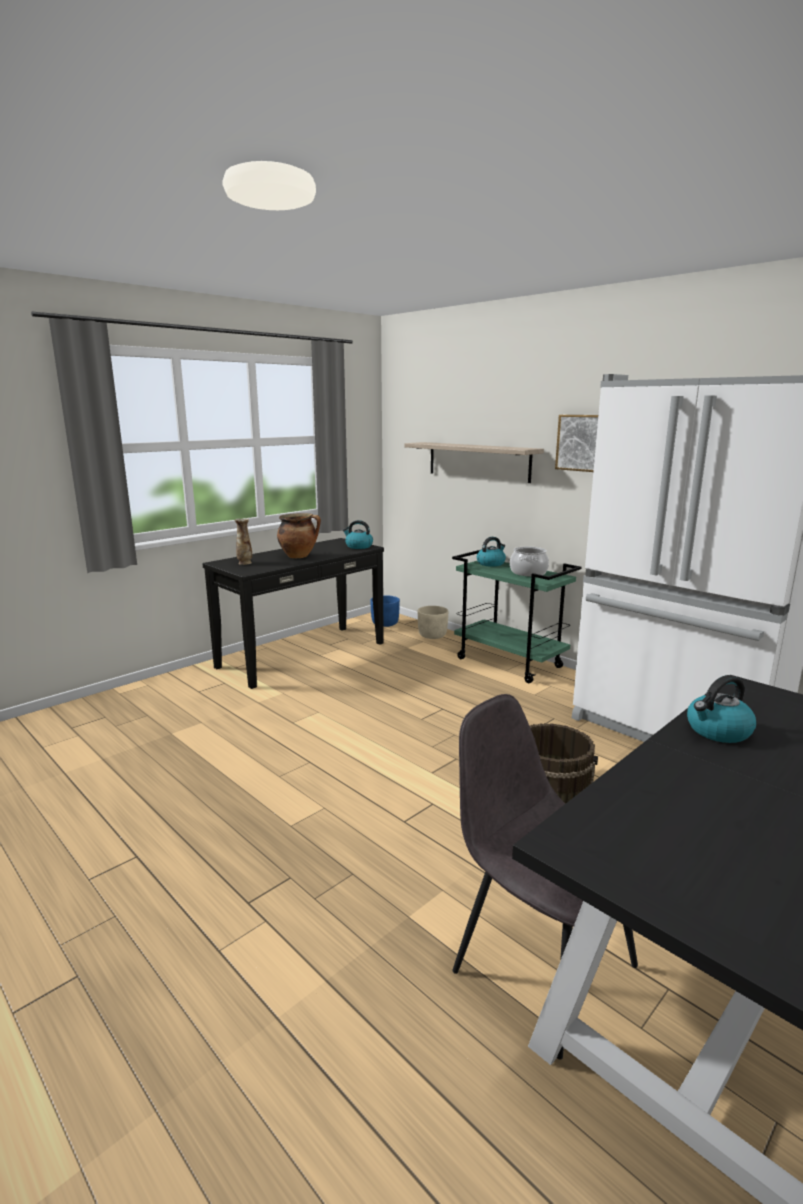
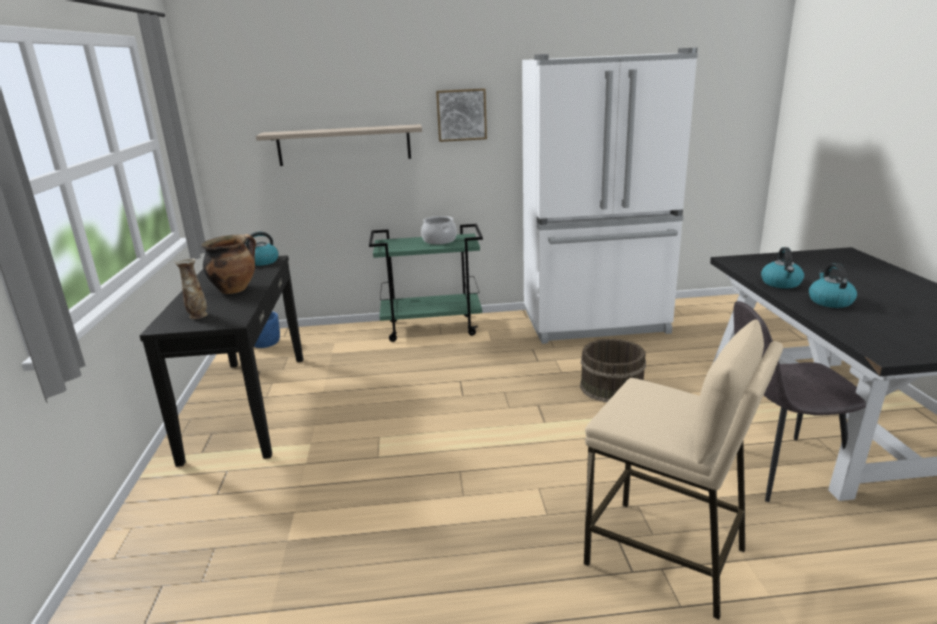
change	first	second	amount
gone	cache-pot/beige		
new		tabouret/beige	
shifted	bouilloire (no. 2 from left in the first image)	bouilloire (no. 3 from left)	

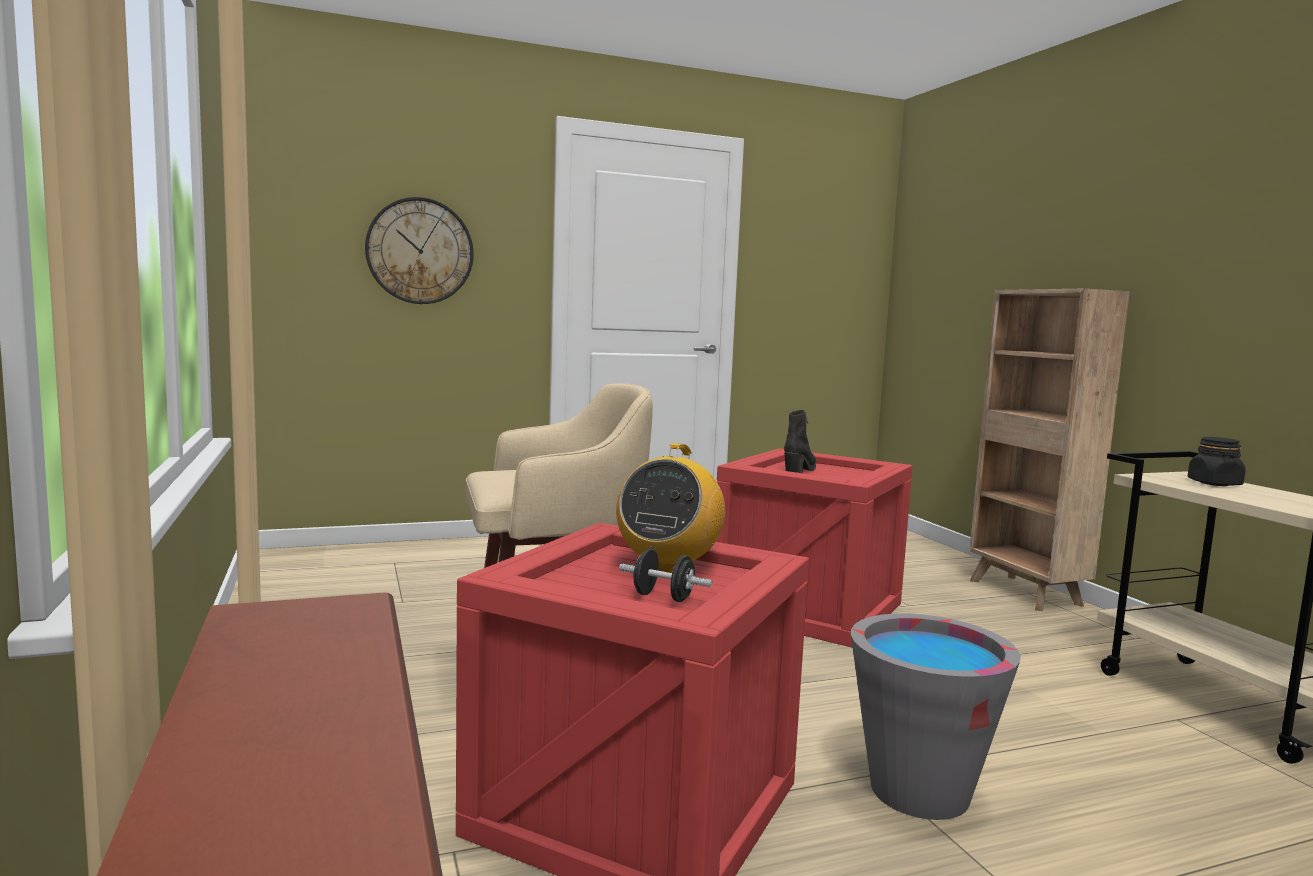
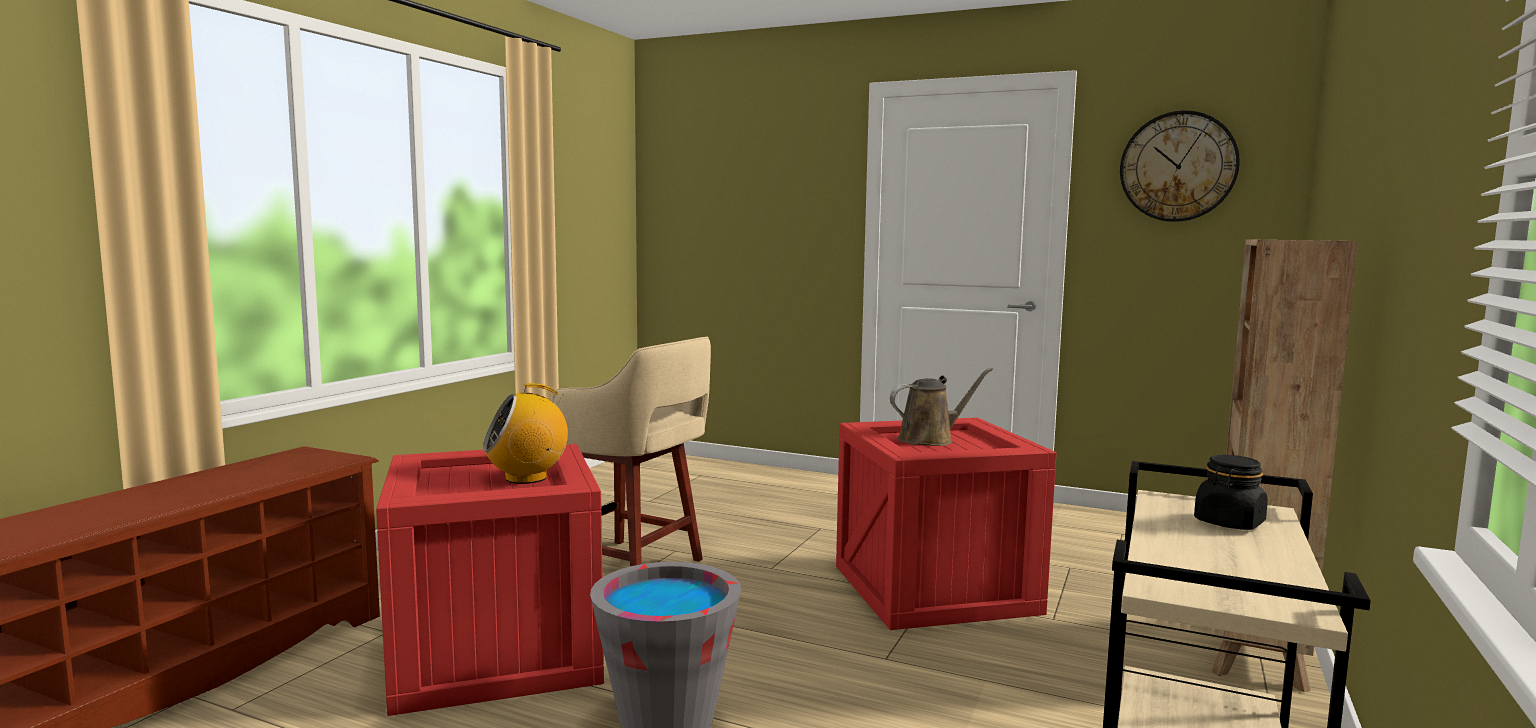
change	first	second	amount
gone	haltère/noir		
shifted	horloge murale		
swapped	botte/noir	arrosoir/marron	

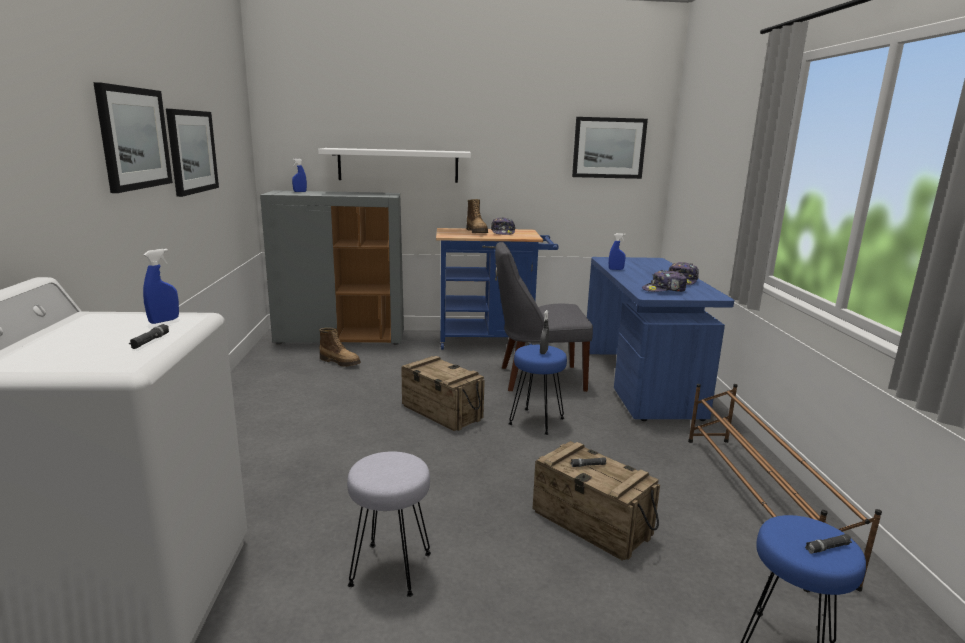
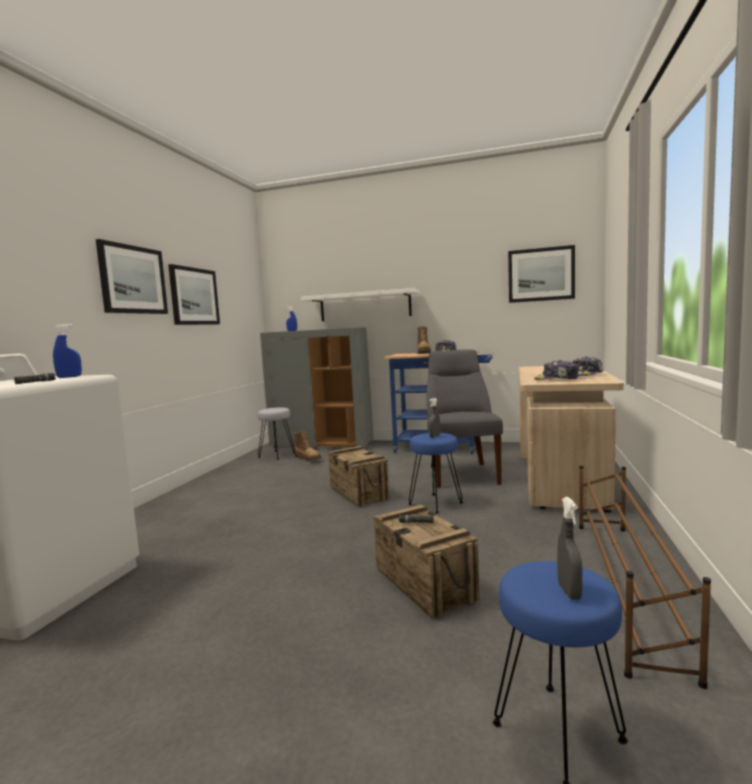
change	first	second	amount
gone	vaporisateur/bleu (no. 3 from left)		
shifted	tabouret/gris		
swapped	lampe de poche/noir (no. 3 from left)	vaporisateur/gris (no. 2 from left)	
repainted	bureau/bleu	bureau/beige	
rotated	chaise/gris		75 degrees clockwise

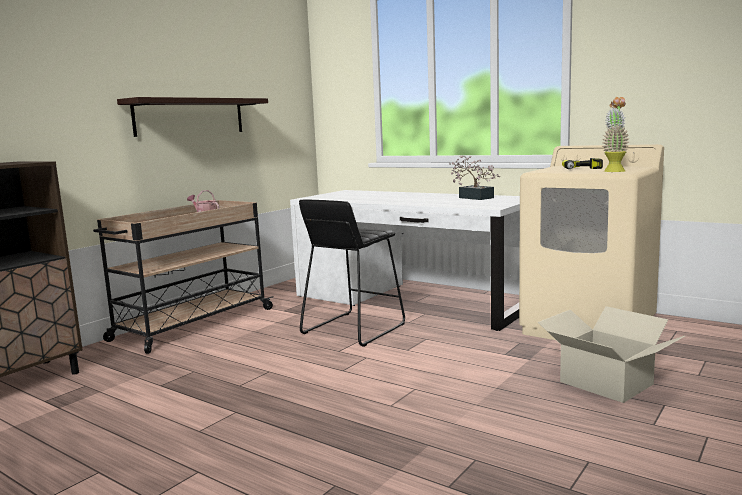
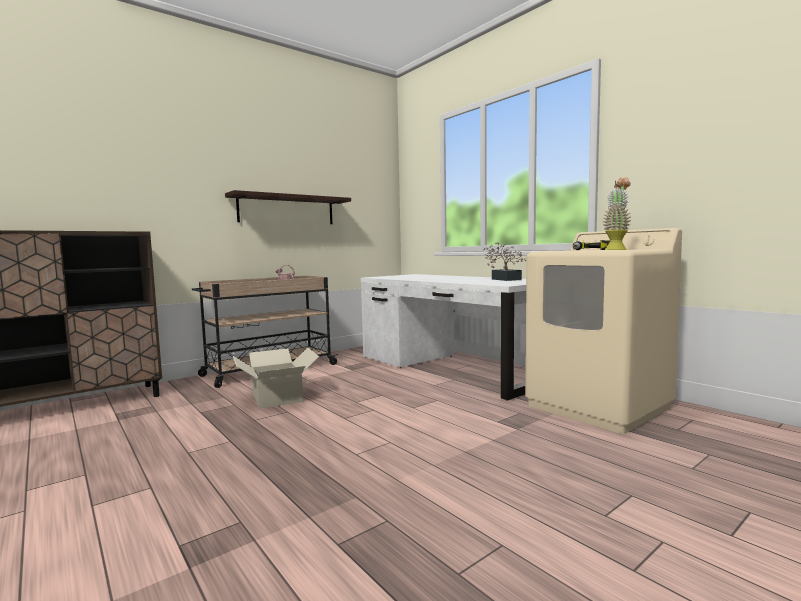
change	first	second	amount
gone	tabouret/noir		
shifted	carton		

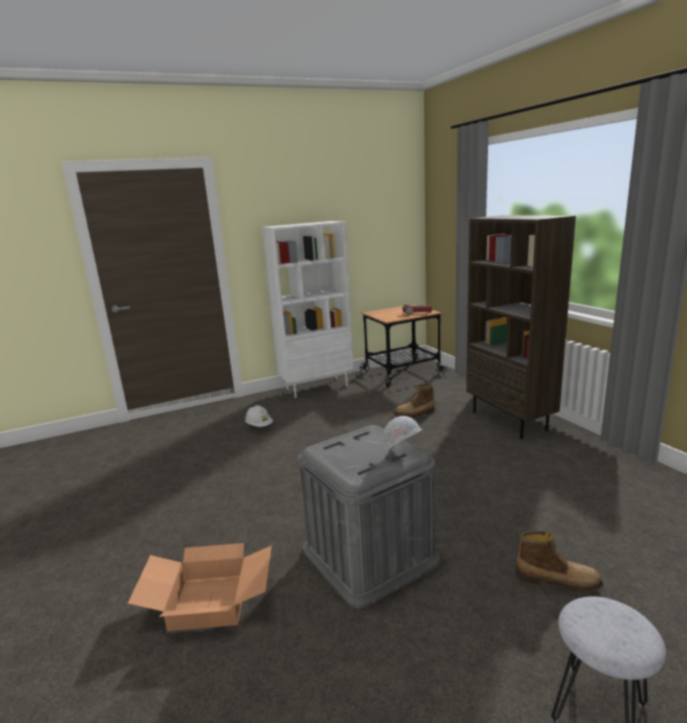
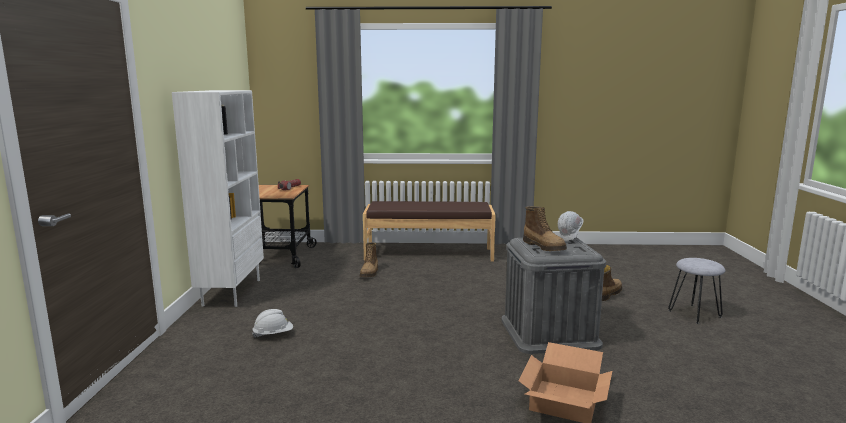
change	first	second	amount
new		botte (no. 2 from left)	
swapped	bibliothèque/marron	banc/marron	

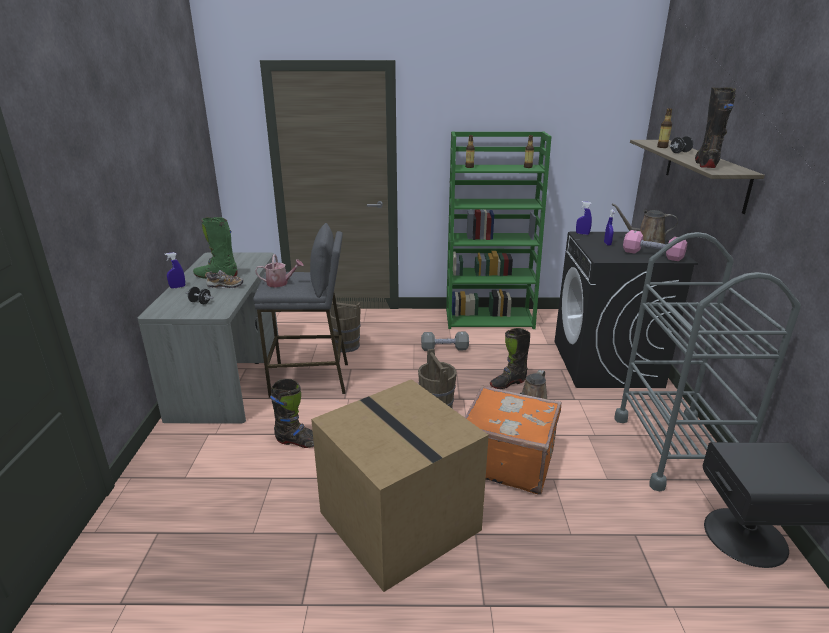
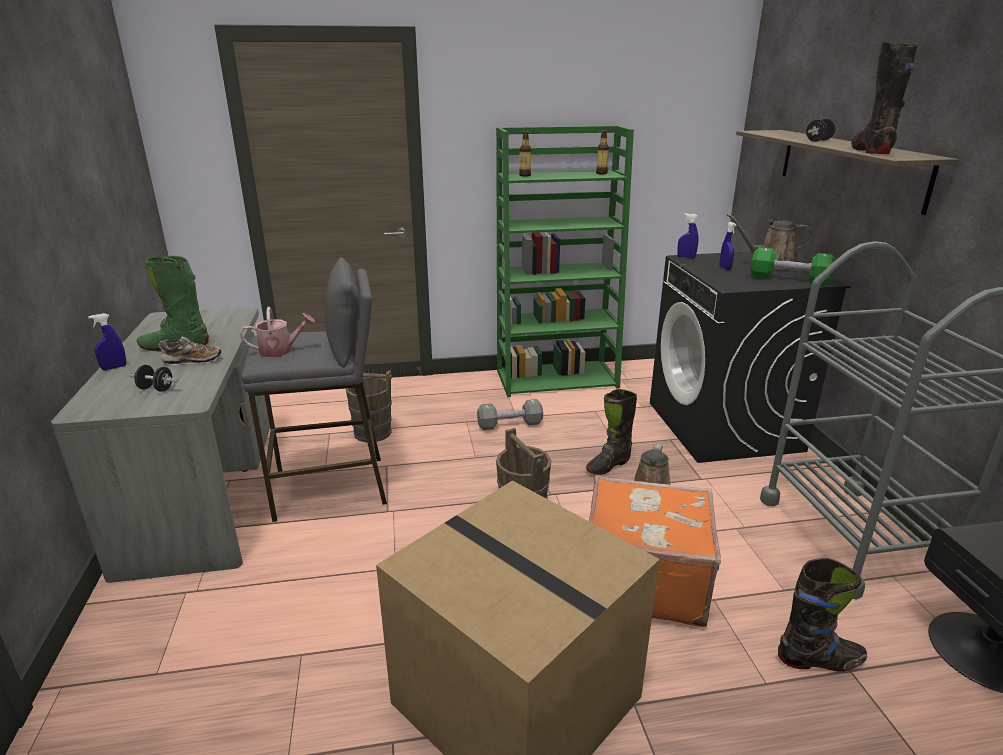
change	first	second	amount
gone	bouteille (no. 3 from left)		
shifted	botte/noir (no. 1 from left in the first image)	botte/noir (no. 2 from left)	
repainted	haltère/rose	haltère/vert	

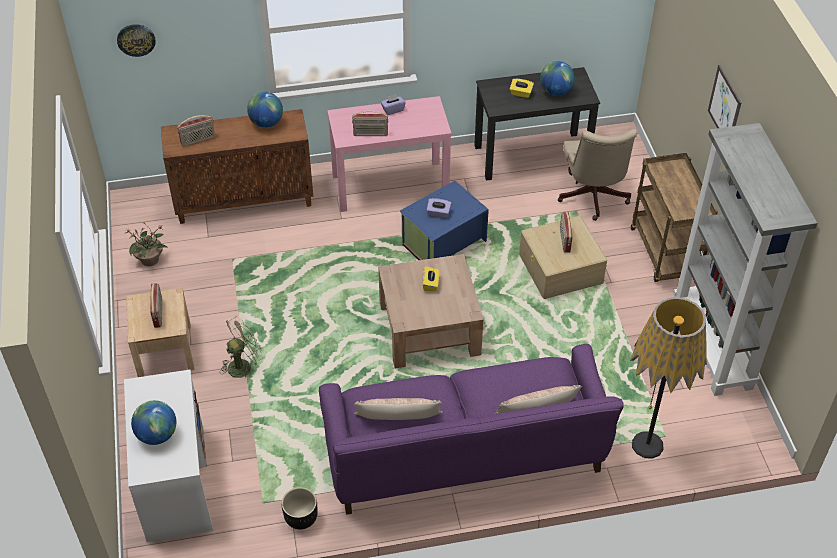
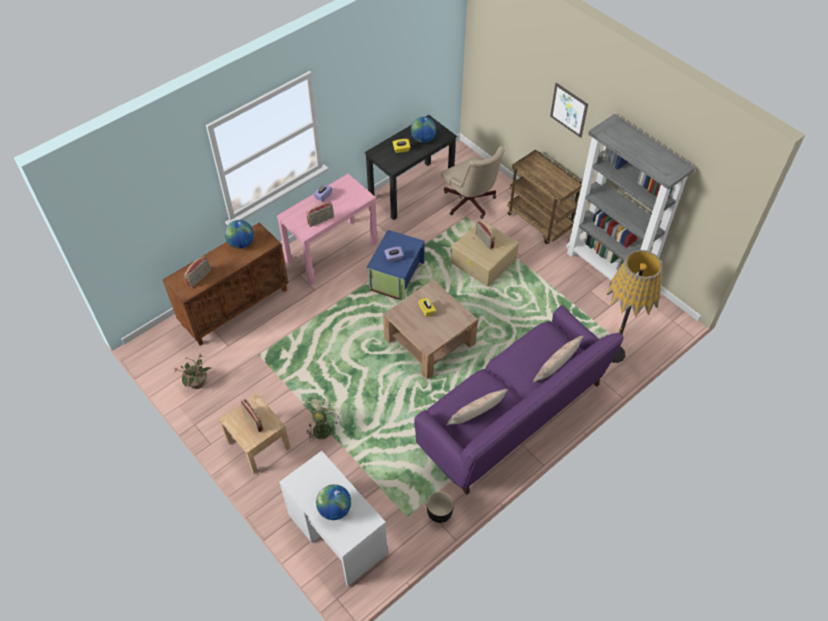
change	first	second	amount
gone	horloge murale		

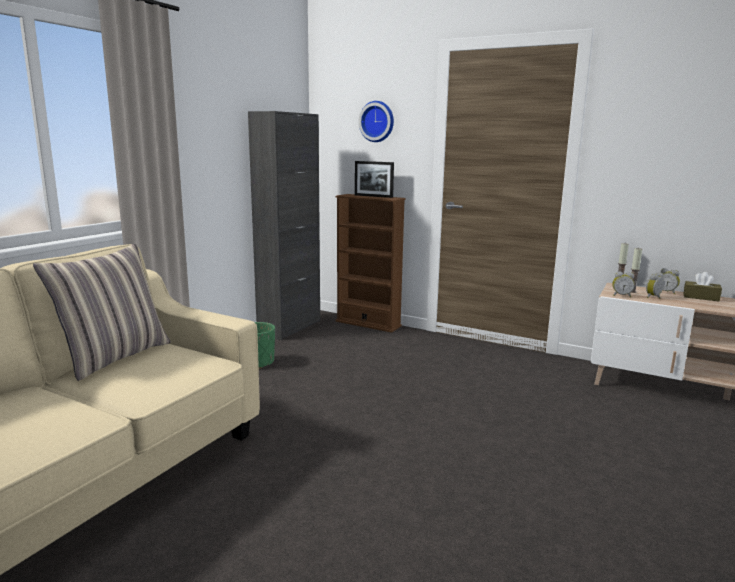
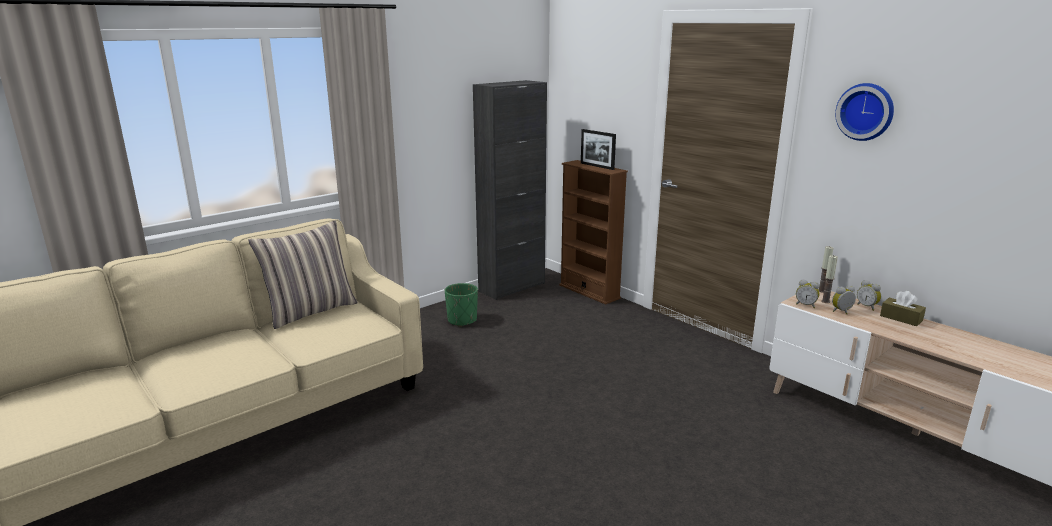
change	first	second	amount
shifted	horloge murale		

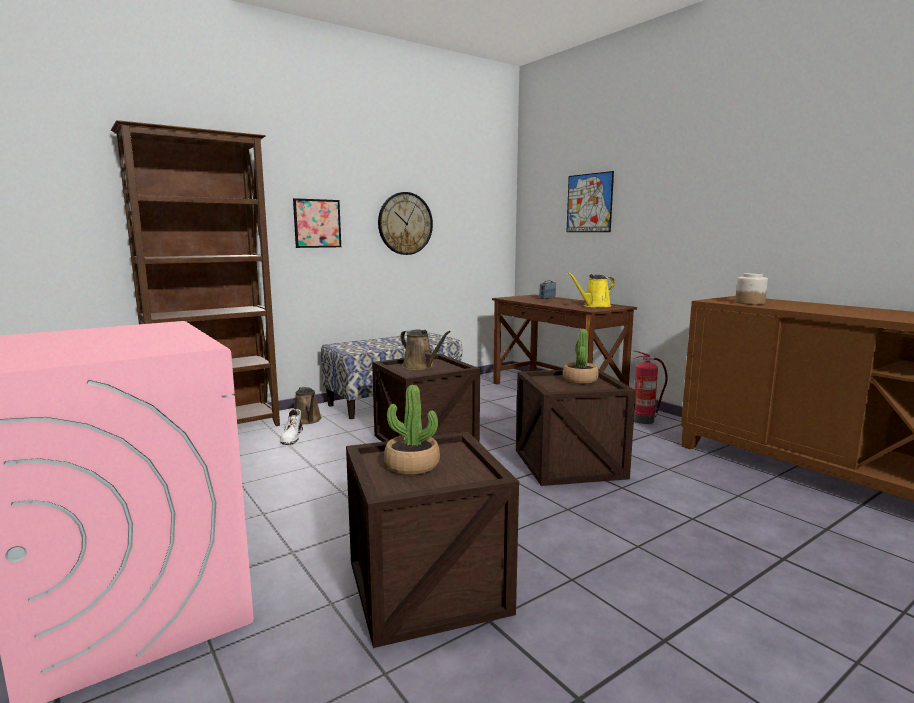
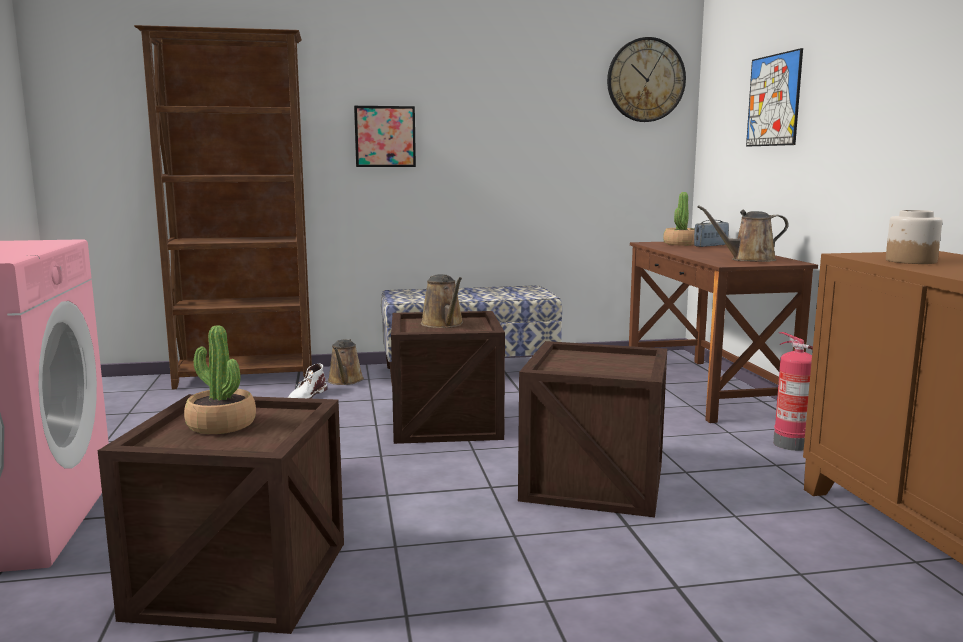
change	first	second	amount
shifted	horloge murale		
shifted	plante en pot (no. 2 from left)		
repainted	arrosoir/jaune	arrosoir/marron (no. 3 from left)	

